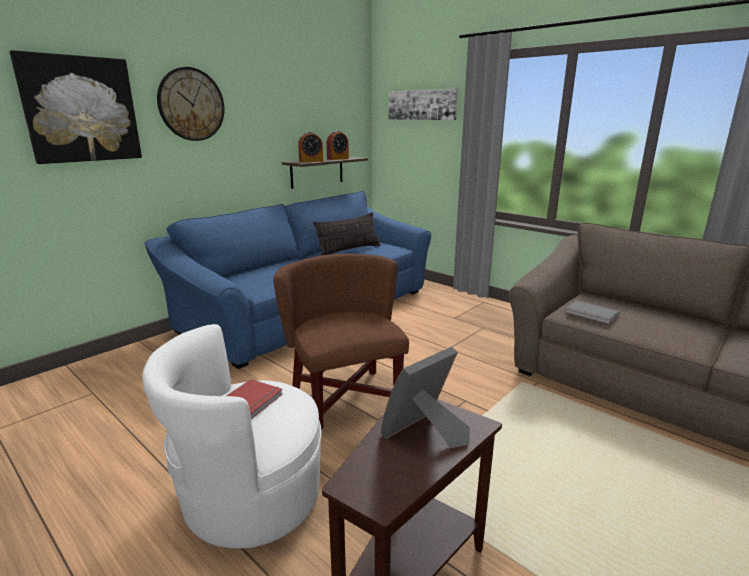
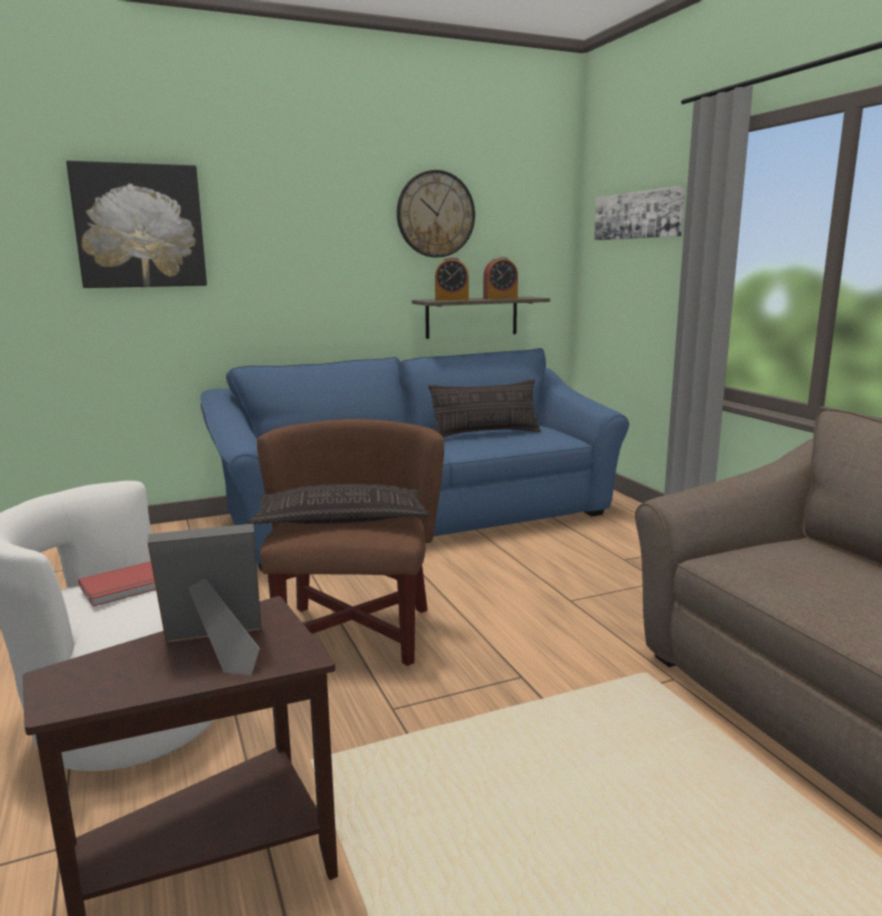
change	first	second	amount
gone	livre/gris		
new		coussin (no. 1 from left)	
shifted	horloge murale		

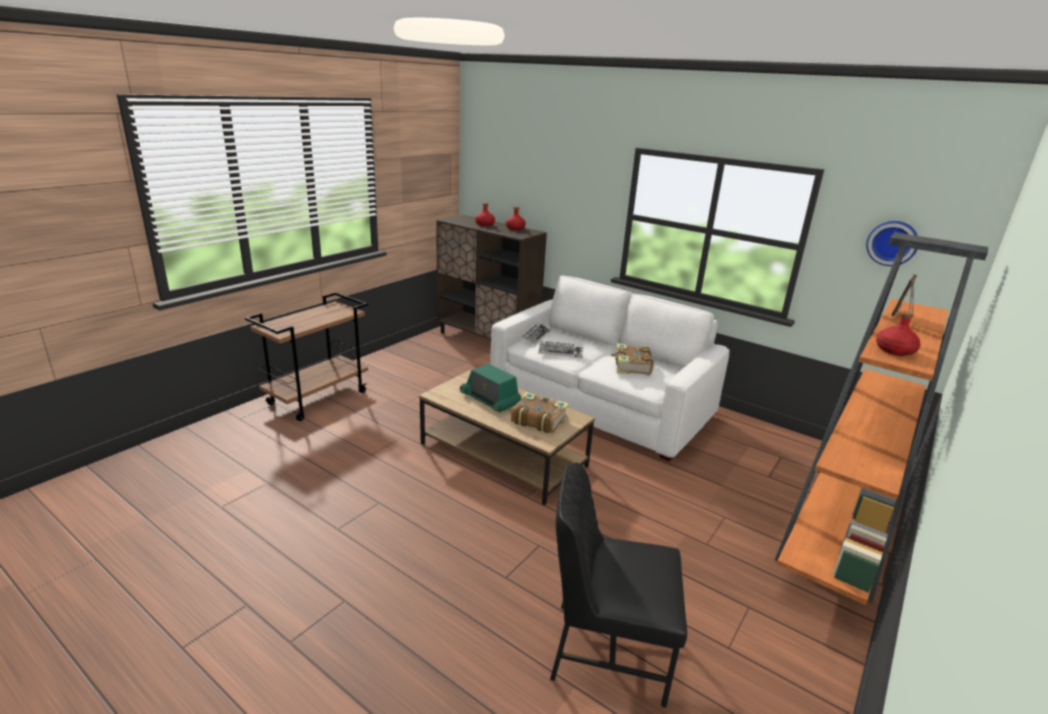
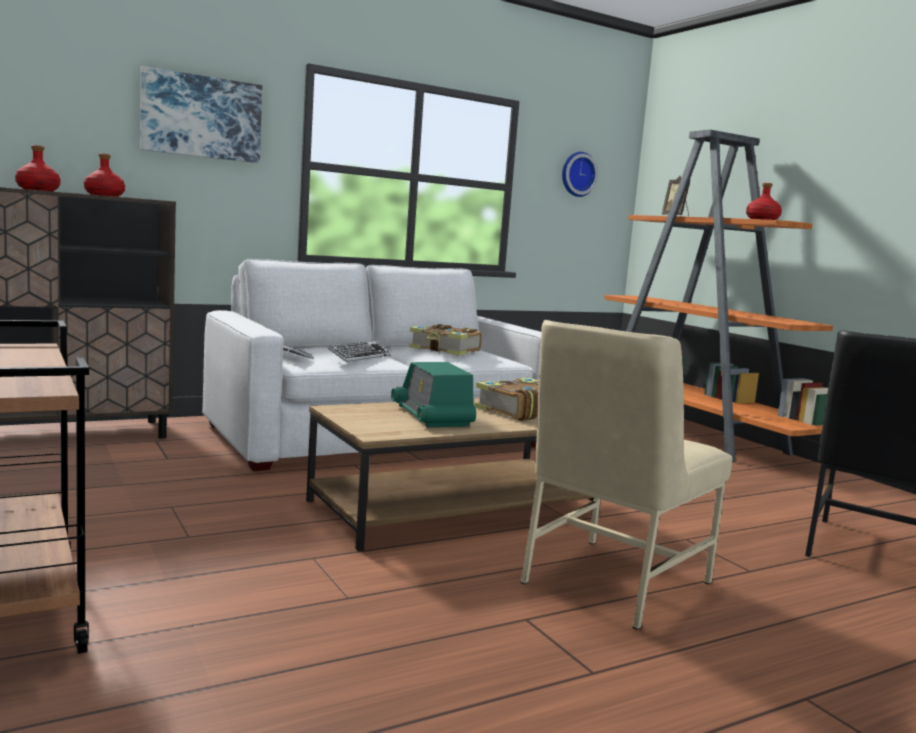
change	first	second	amount
new		tableau	
new		chaise/beige	
rotated	radio		90 degrees clockwise

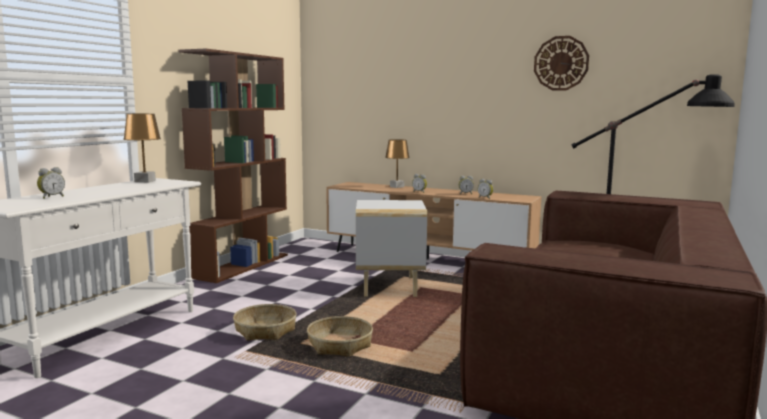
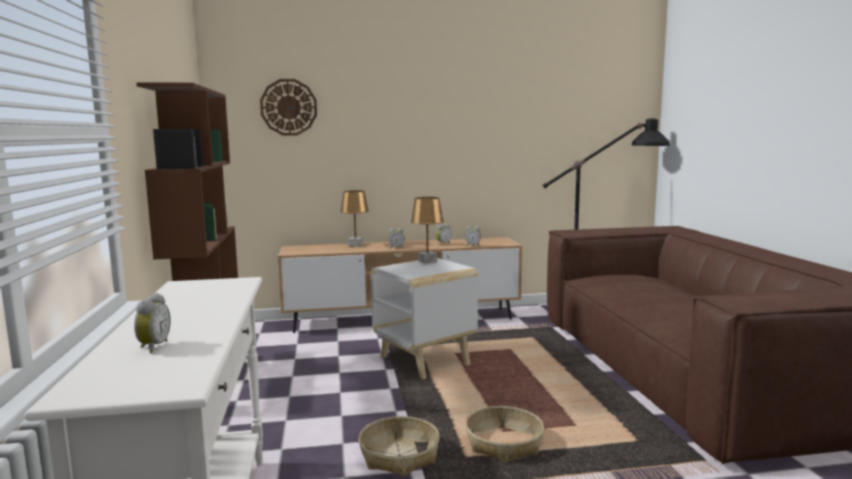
change	first	second	amount
shifted	lampe de table/marron (no. 1 from left in the first image)	lampe de table/marron (no. 2 from left)	
shifted	horloge murale		

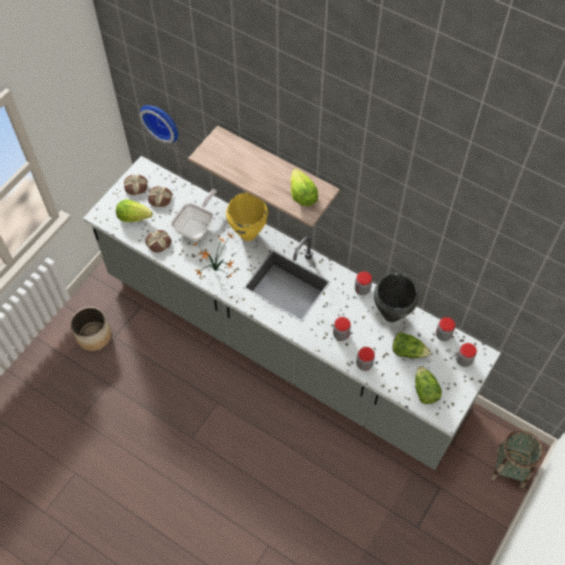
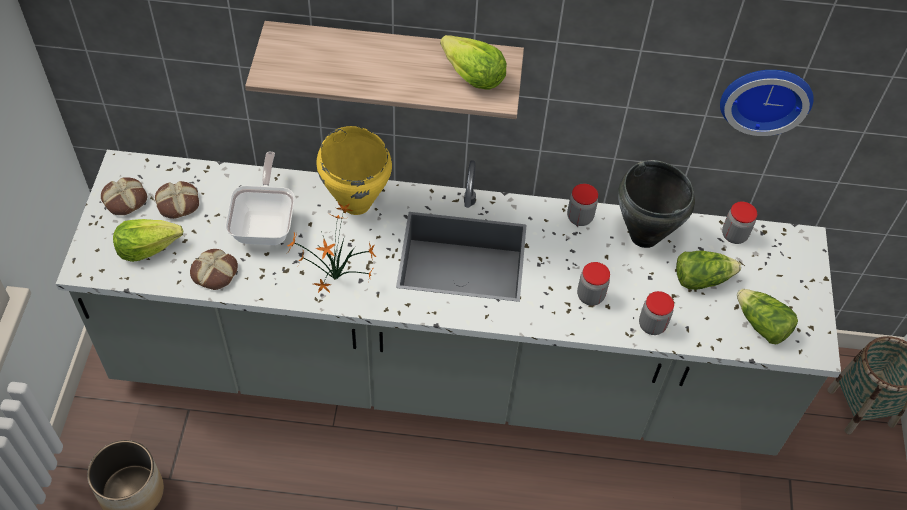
change	first	second	amount
gone	bocal (no. 5 from left)		
shifted	horloge murale		

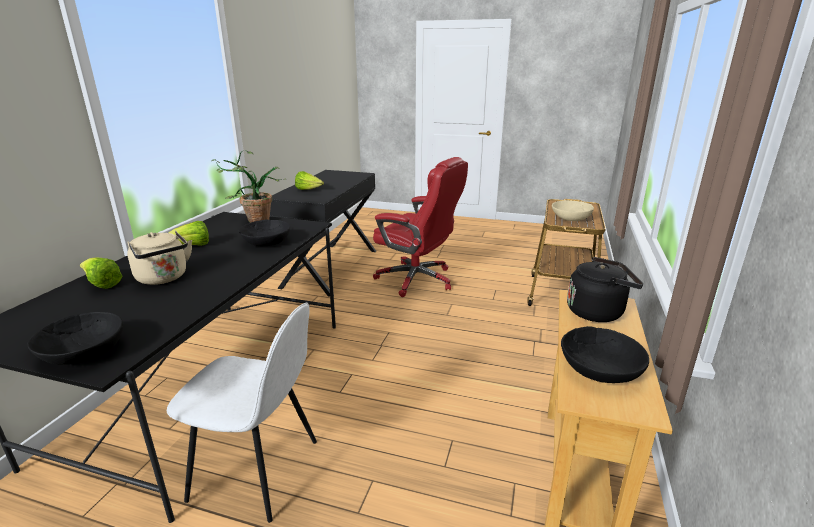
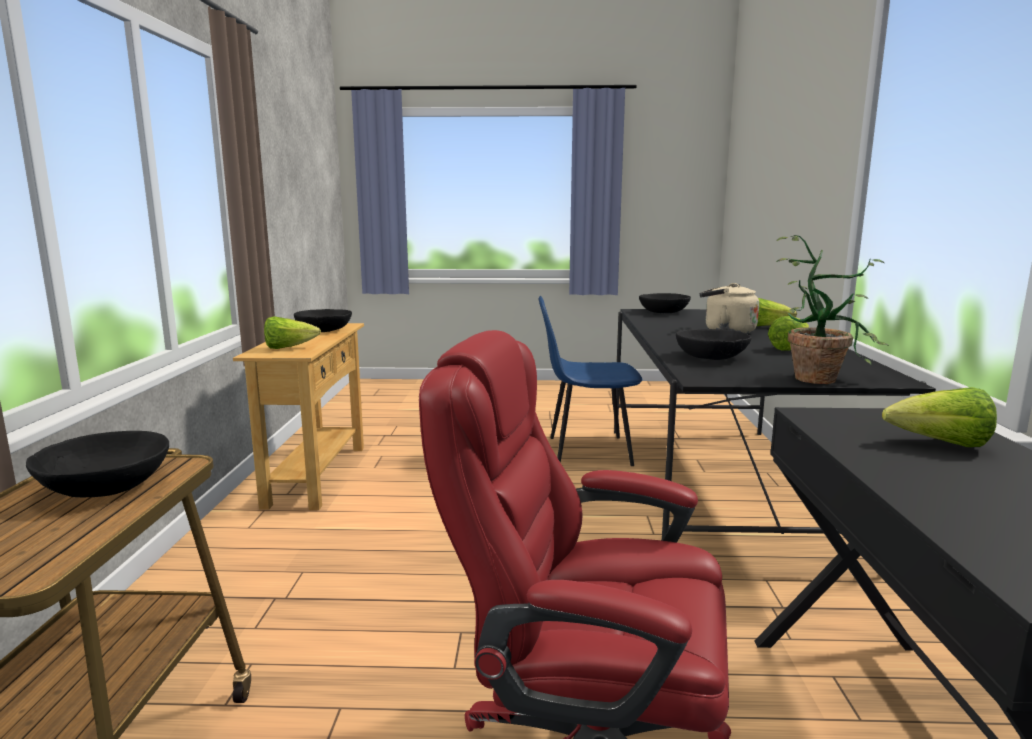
change	first	second	amount
swapped	bouilloire/noir	laitue (no. 1 from left)	
repainted	chaise/blanc	chaise/bleu	
repainted	bol/beige	bol/noir (no. 1 from left)	

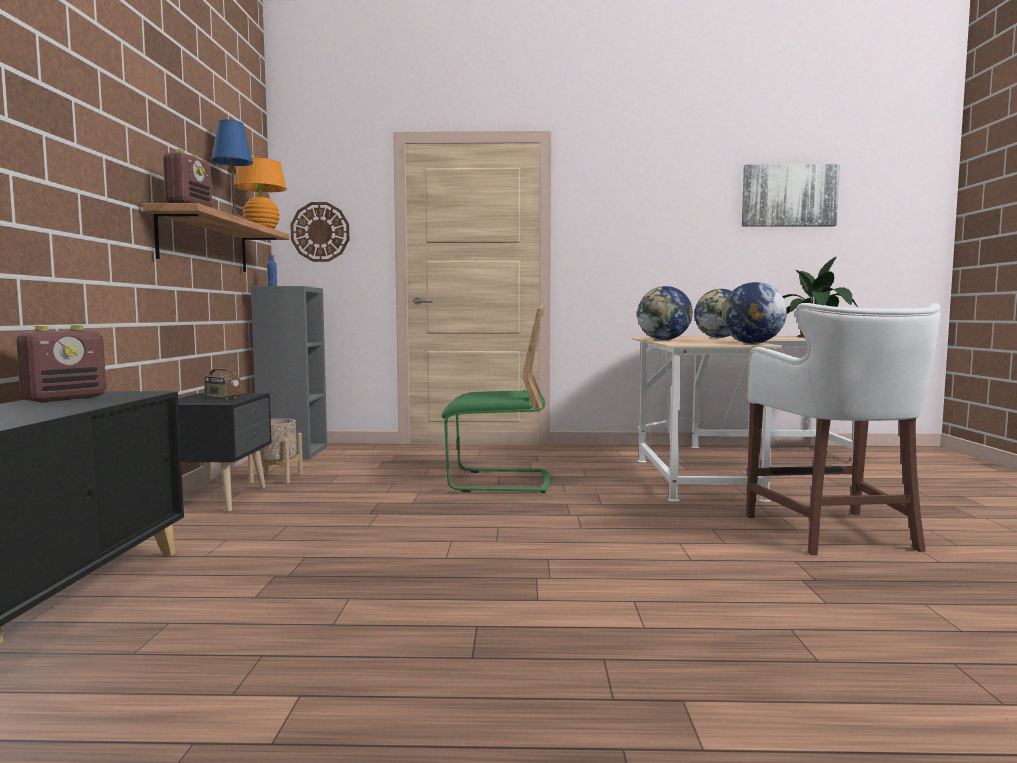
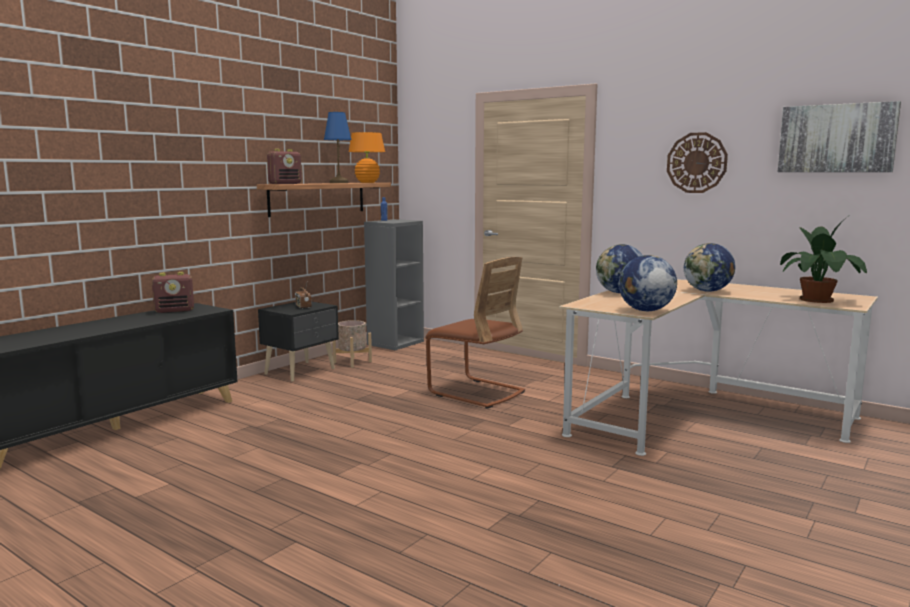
change	first	second	amount
gone	tabouret/blanc		
shifted	horloge murale		
repainted	chaise/vert	chaise/marron	

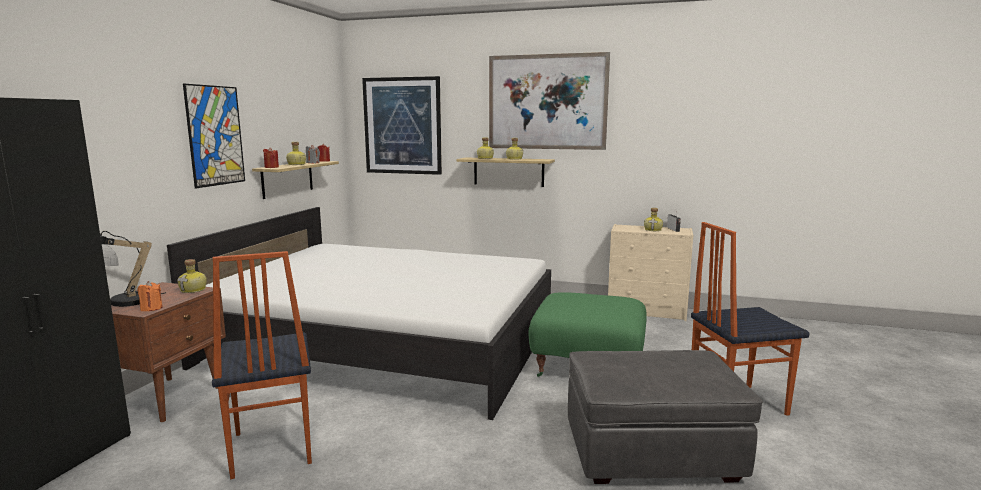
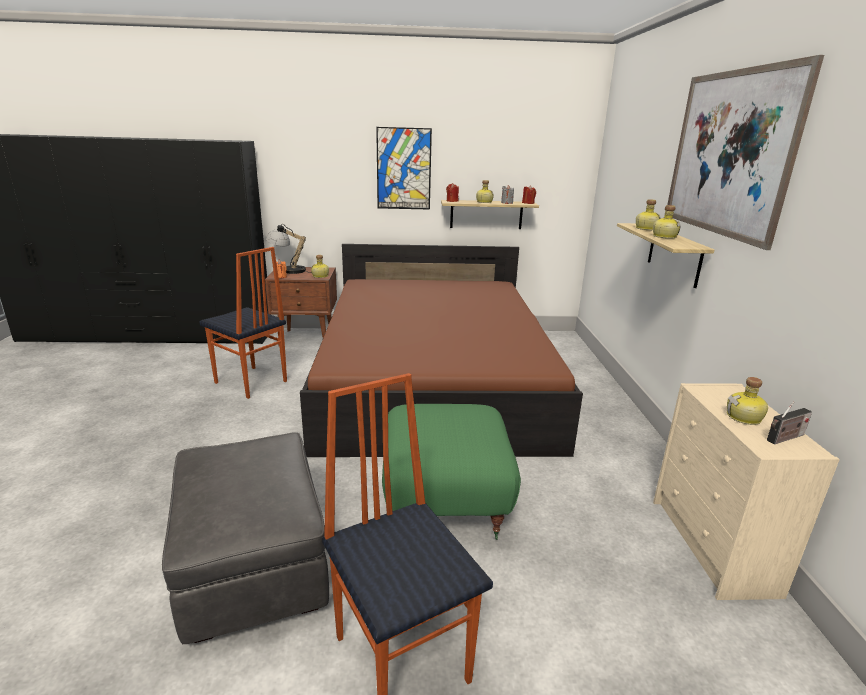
change	first	second	amount
gone	tableau (no. 2 from left)		
repainted	lit/blanc	lit/marron	
rotated	chaise (no. 1 from left)		105 degrees counterclockwise

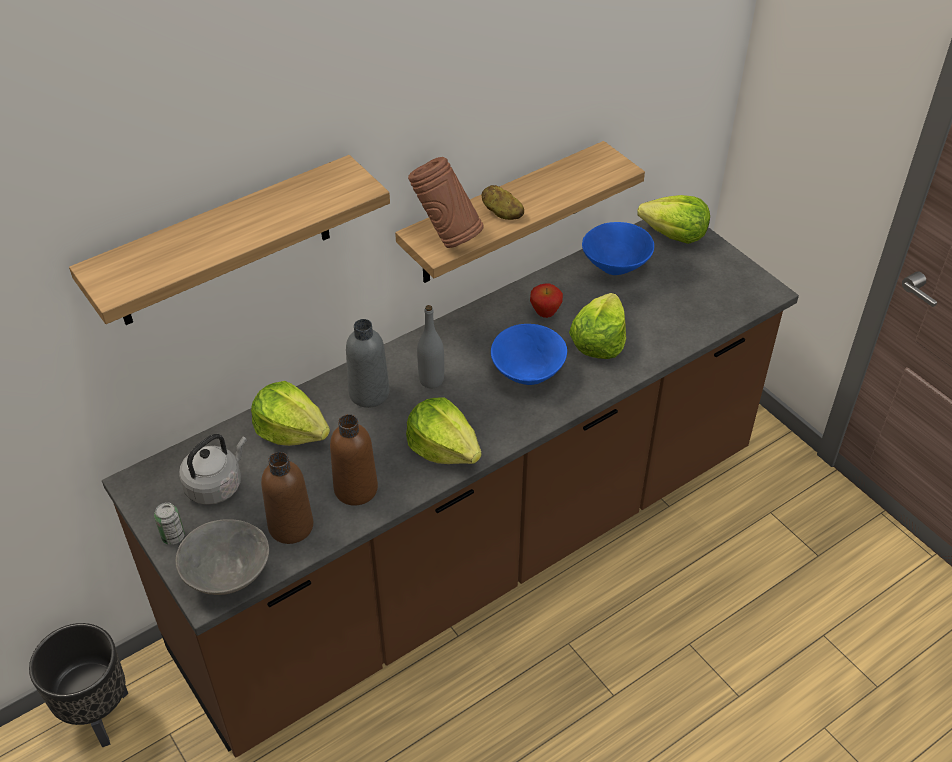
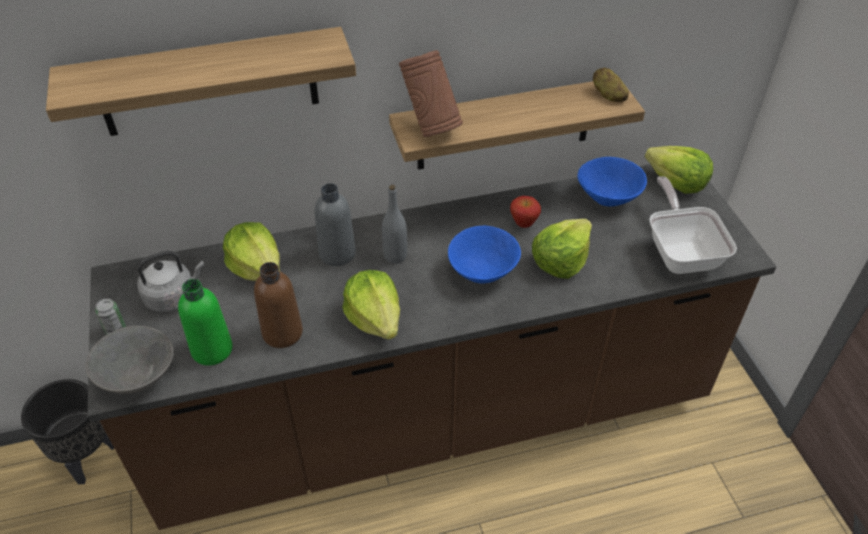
change	first	second	amount
new		poêle	
shifted	pomme de terre		
repainted	bouteille/marron (no. 1 from left)	bouteille/vert	

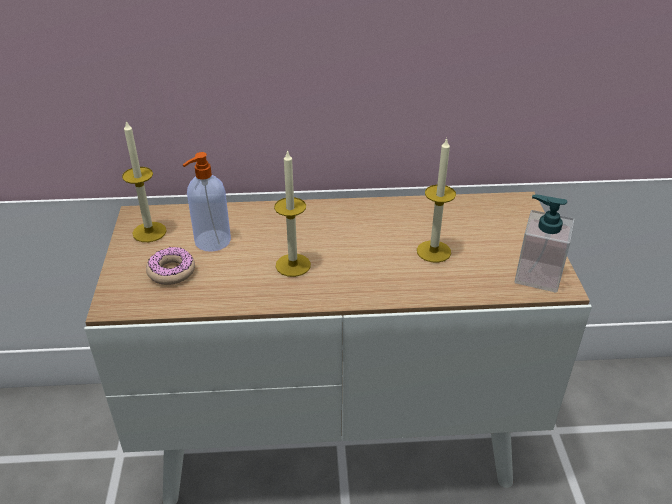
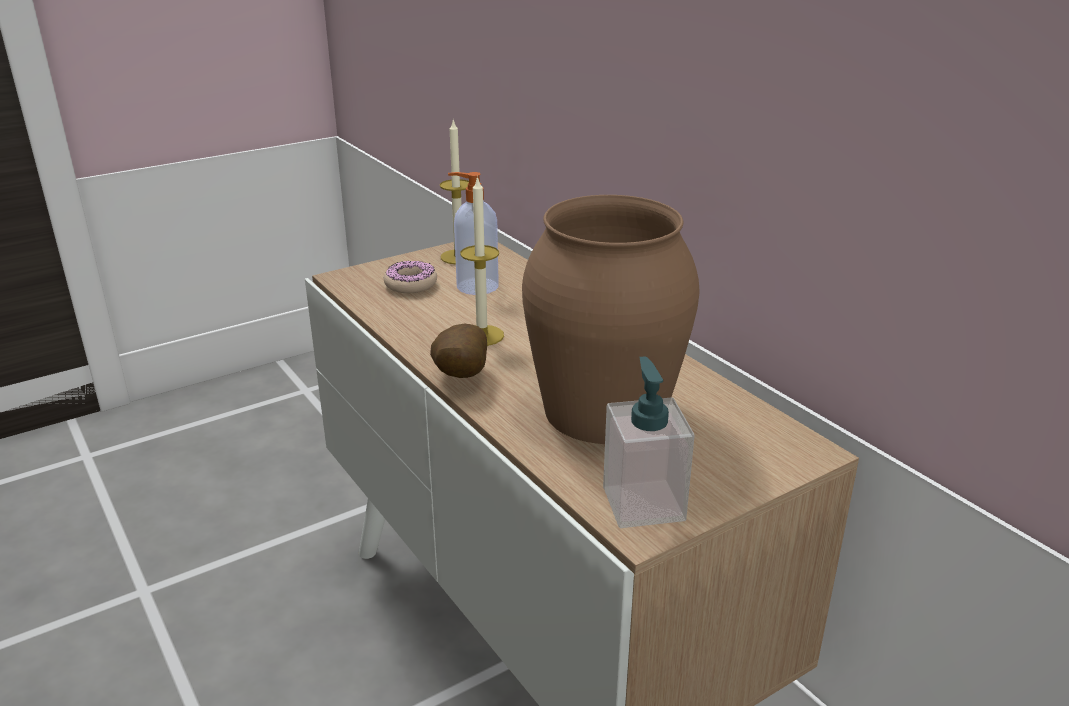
change	first	second	amount
new		pomme de terre	
swapped	bougie (no. 3 from left)	vase/marron	

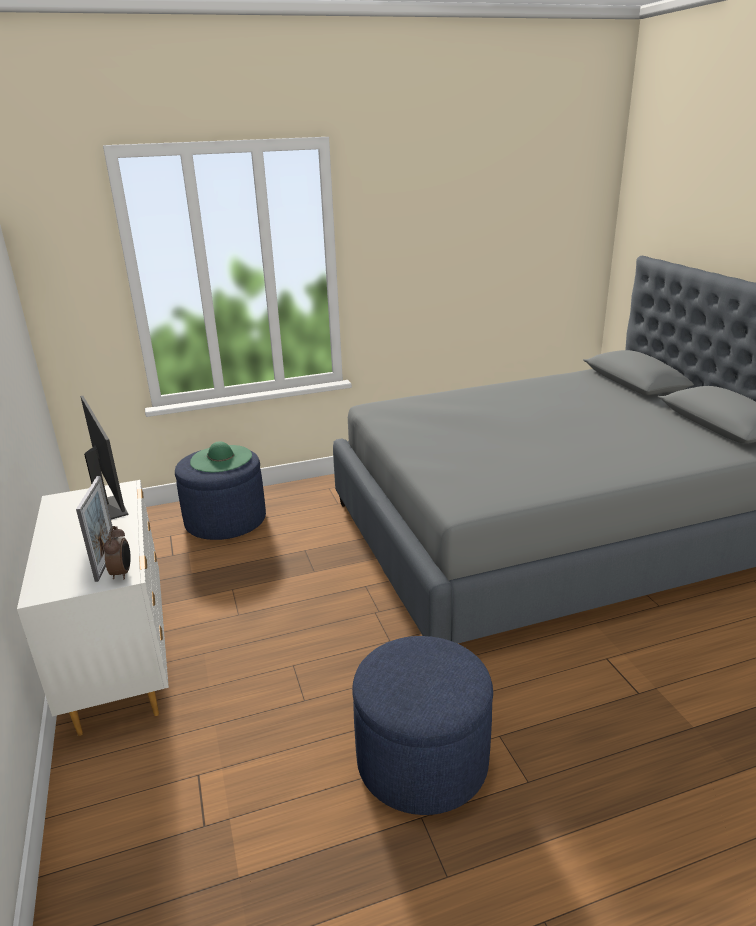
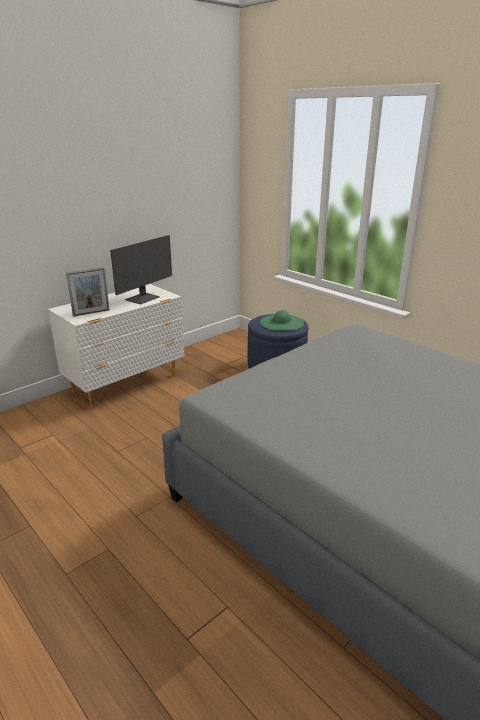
change	first	second	amount
gone	réveil		
gone	pouf/bleu (no. 2 from left)		

